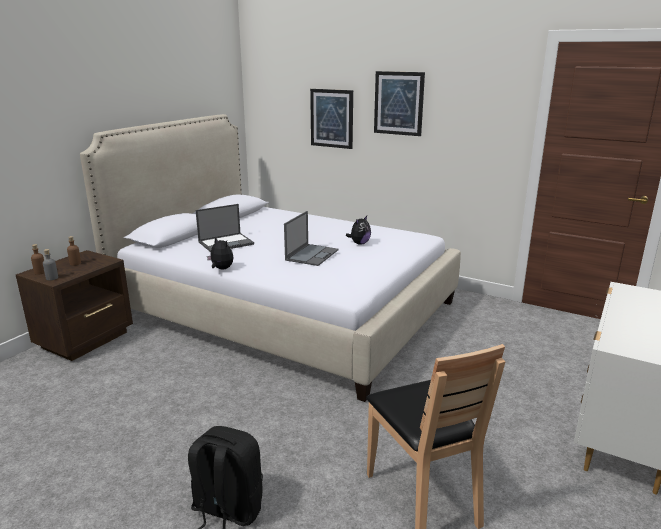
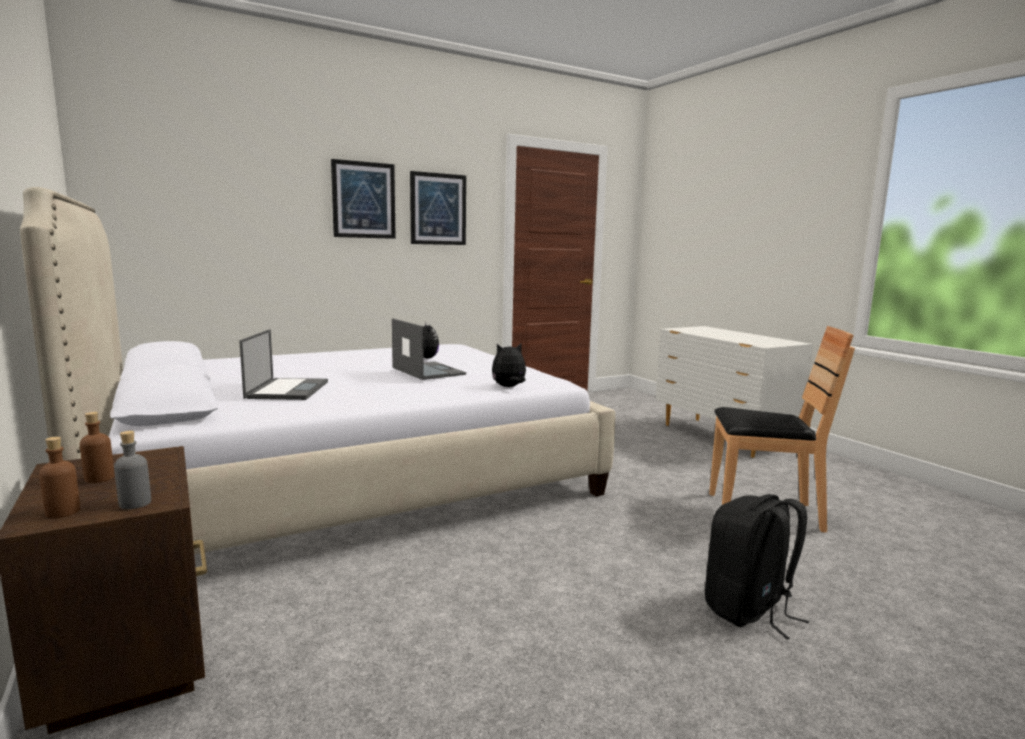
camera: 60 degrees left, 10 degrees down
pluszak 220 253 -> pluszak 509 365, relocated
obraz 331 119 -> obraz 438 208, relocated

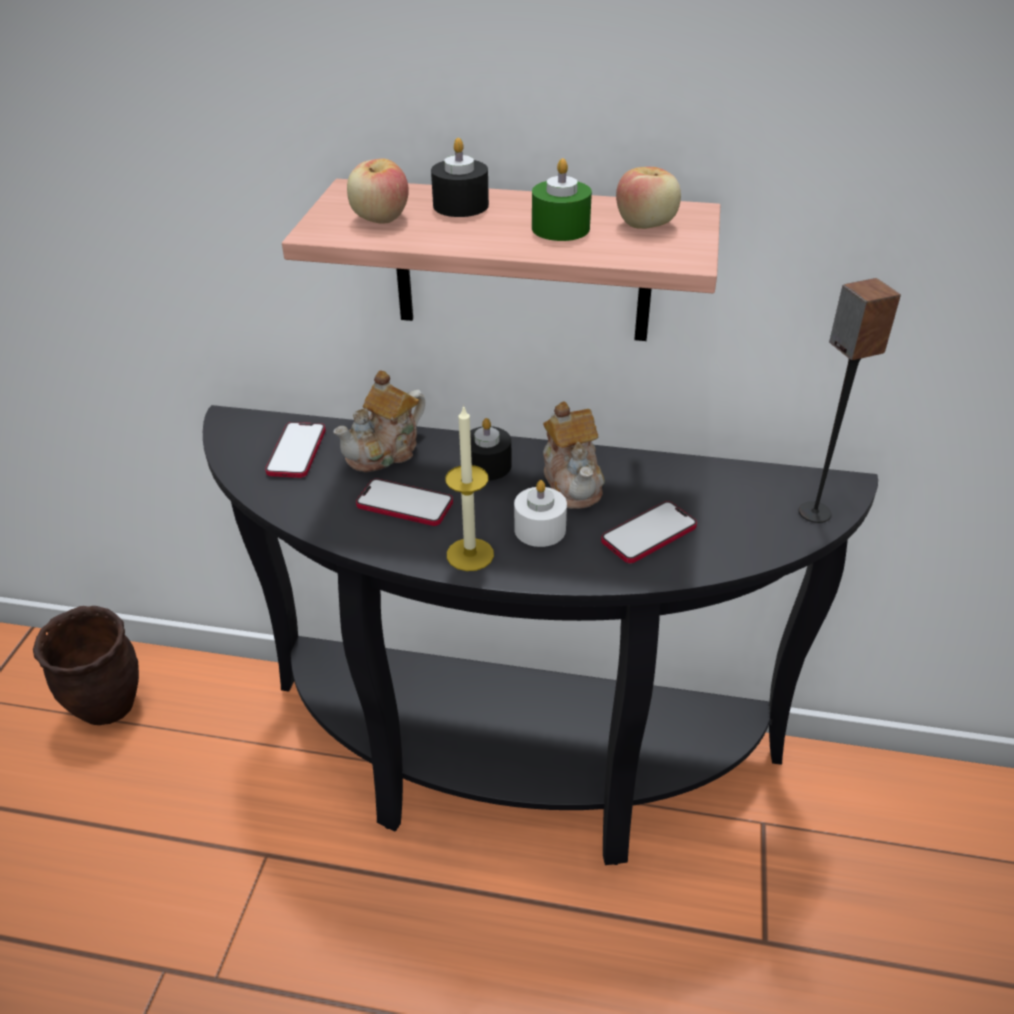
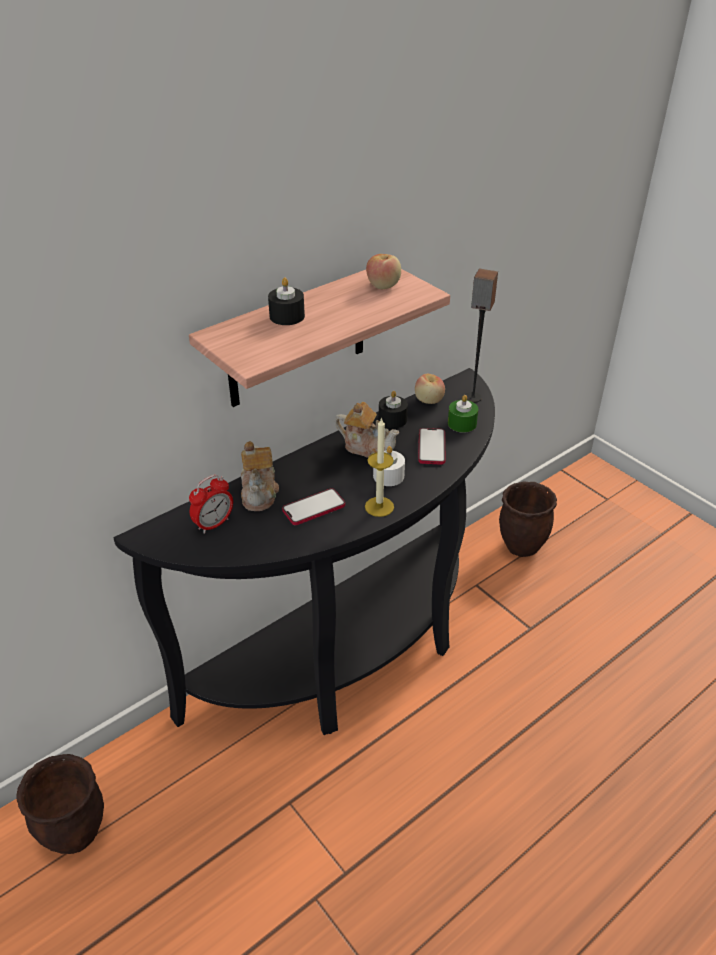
camera: 50 degrees left, 0 degrees up
none -> donica/brązowy 528 519
jabłko 378 191 -> jabłko 430 389, relocated
świeca/czarny 490 449 -> świeca/czarny 393 409, relocated
świeca/zielony 562 199 -> świeca/zielony 463 414, relocated
telefon 295 450 -> budzik 211 504

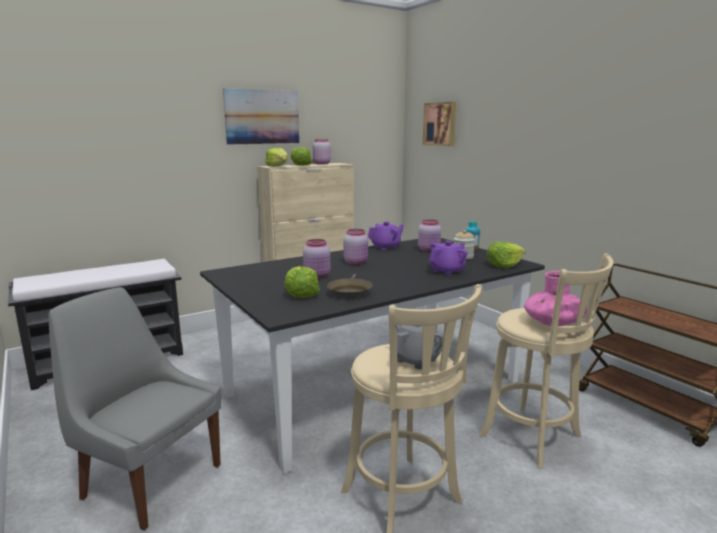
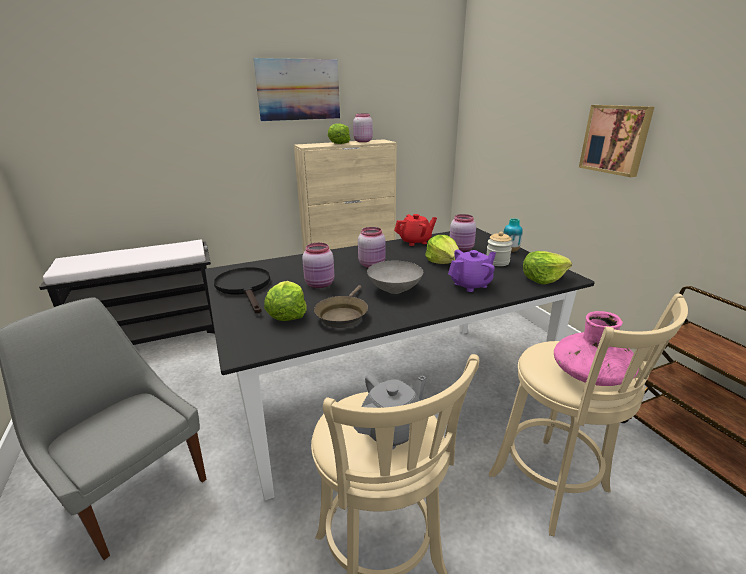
camera: 10 degrees right, 10 degrees up
none -> patelnia/czarny 242 290
none -> miska/szary 395 277
sałata 276 157 -> sałata 442 249, relocated
obraz 439 124 -> obraz 616 141, relocated
imbryk/fioletowy 386 236 -> imbryk/czerwony 415 230

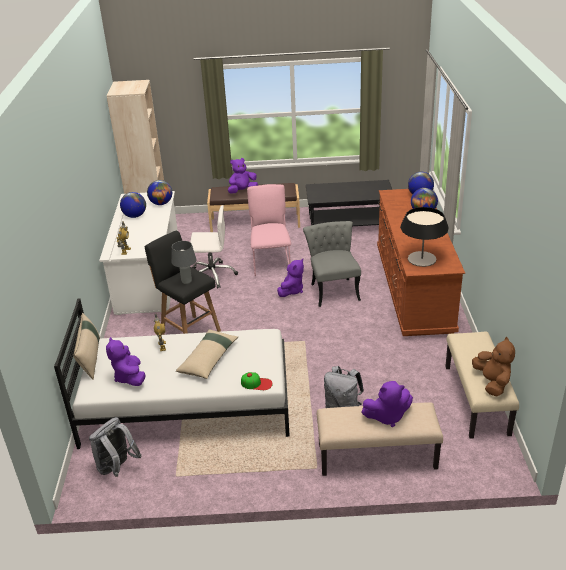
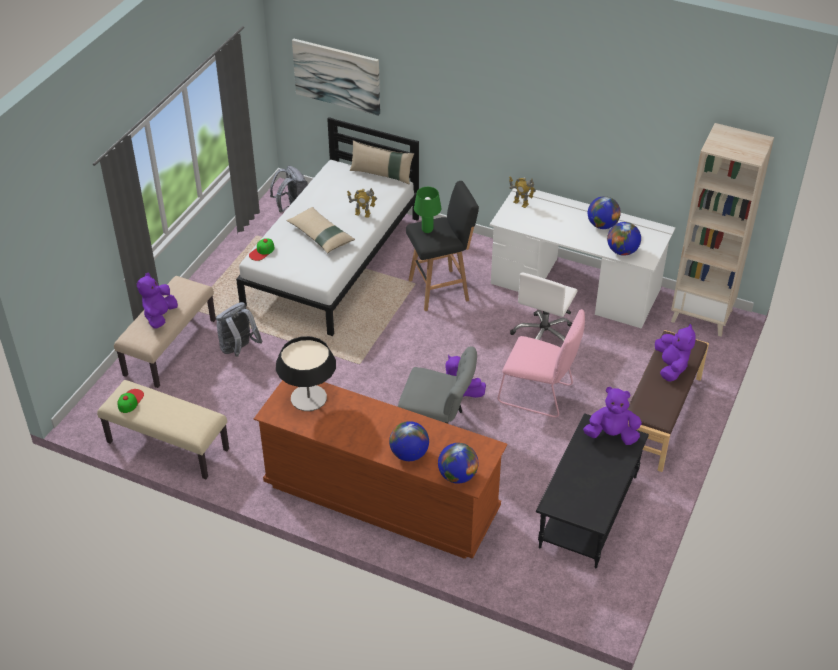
camera: 115 degrees right, 10 degrees up
none -> obraz 336 77
pluszak/fioletowy 126 361 -> pluszak/fioletowy 612 416, relocated
pluszak/brązowy 493 366 -> czapka z daszkiem 130 401
lampa stołowa/szary 183 262 -> lampa stołowa/zielony 427 210

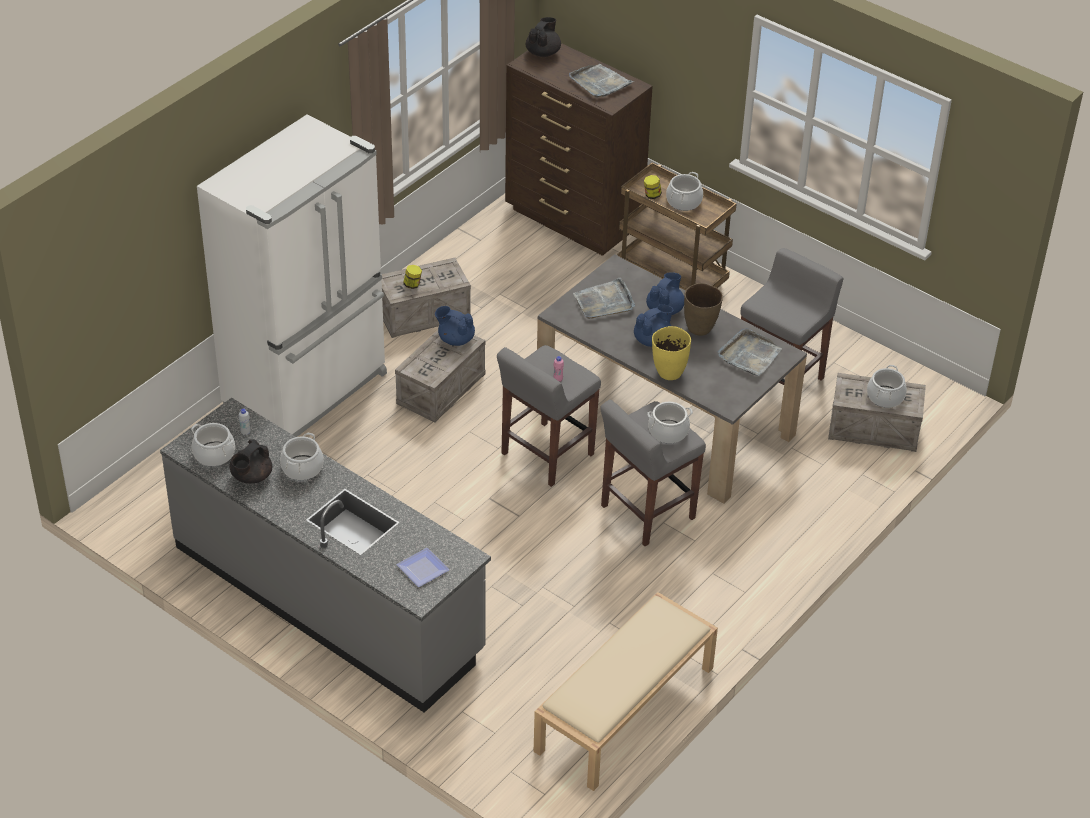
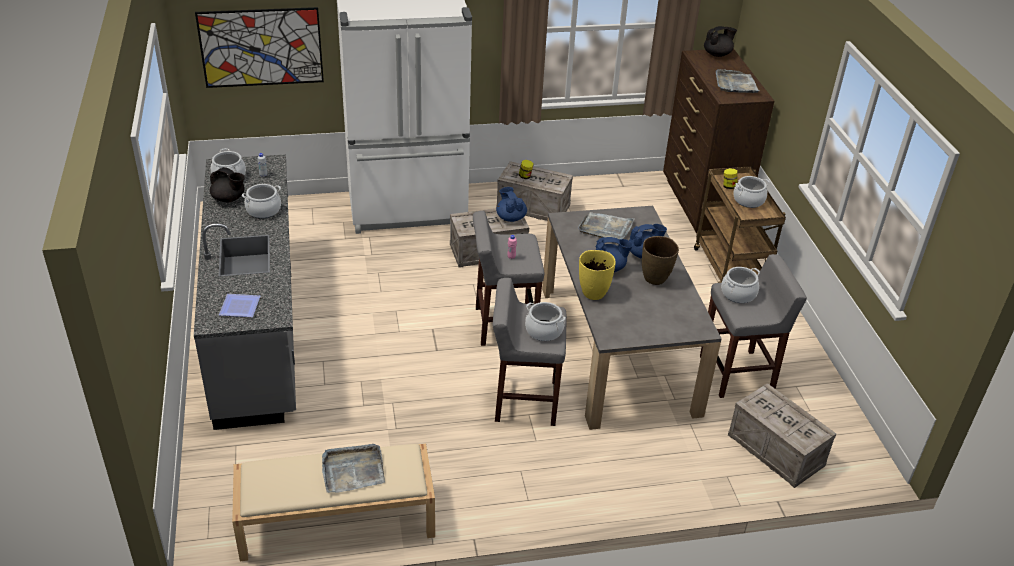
camera: 40 degrees right, 5 degrees down
none -> obraz 259 47
taca/szary 749 352 -> taca/szary 353 468, relocated
garnek 887 386 -> garnek 740 285, relocated
imbryk/czarny 251 461 -> imbryk/czarny 227 184, 135 degrees counterclockwise

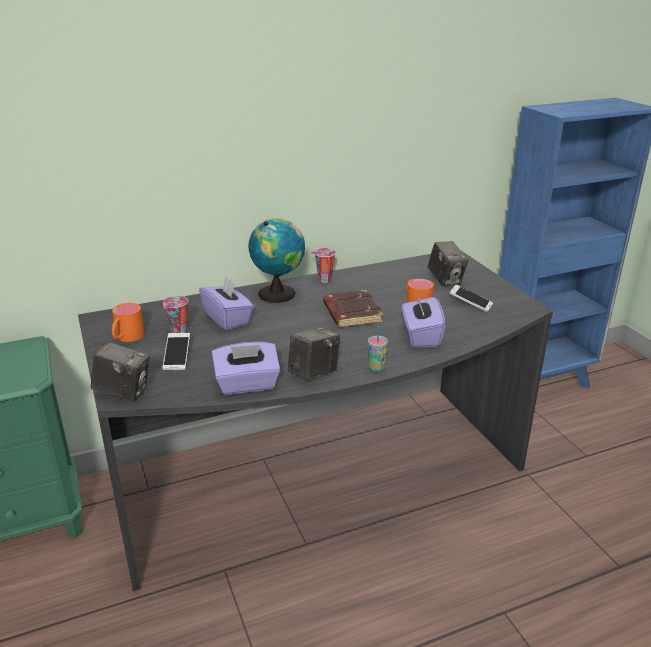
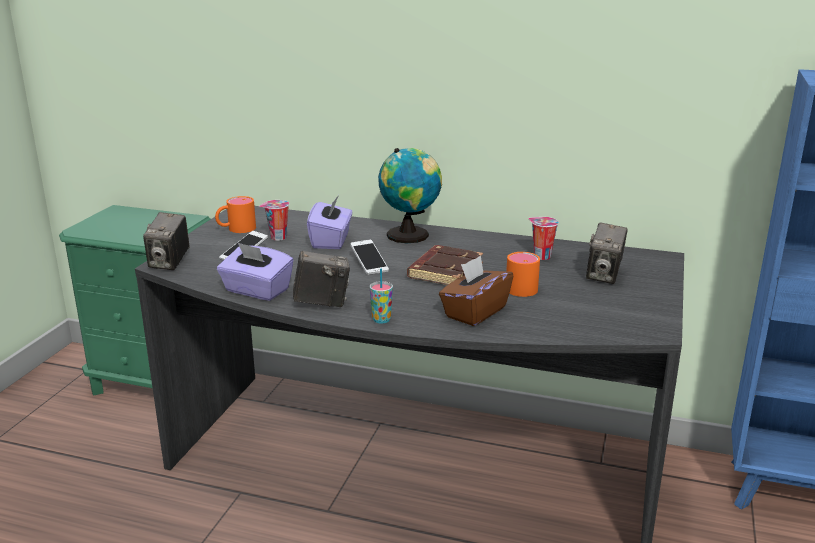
camera: 40 degrees right, 5 degrees down
filiżanka 323 265 -> filiżanka 543 238, relocated
telefon 471 298 -> telefon 369 257, relocated
pudełko chusteczek/fioletowy 424 319 -> pudełko chusteczek/brązowy 476 290
aparat fotograficzny 120 371 -> aparat fotograficzny 166 241, 45 degrees clockwise

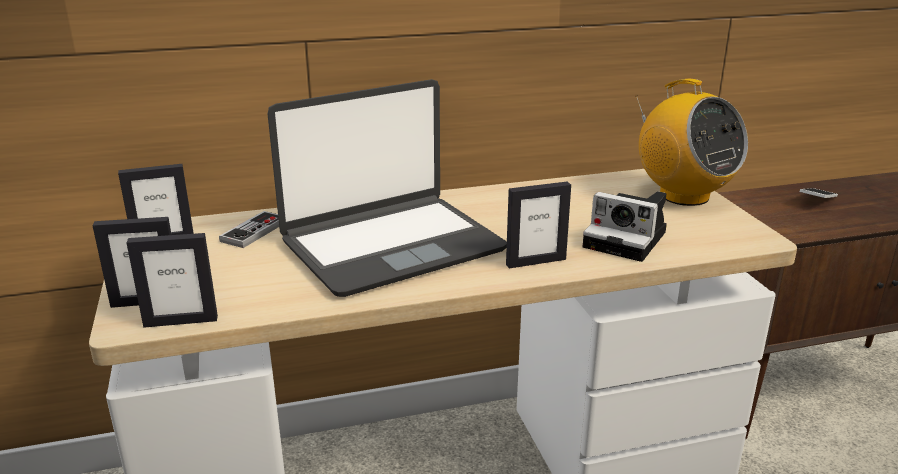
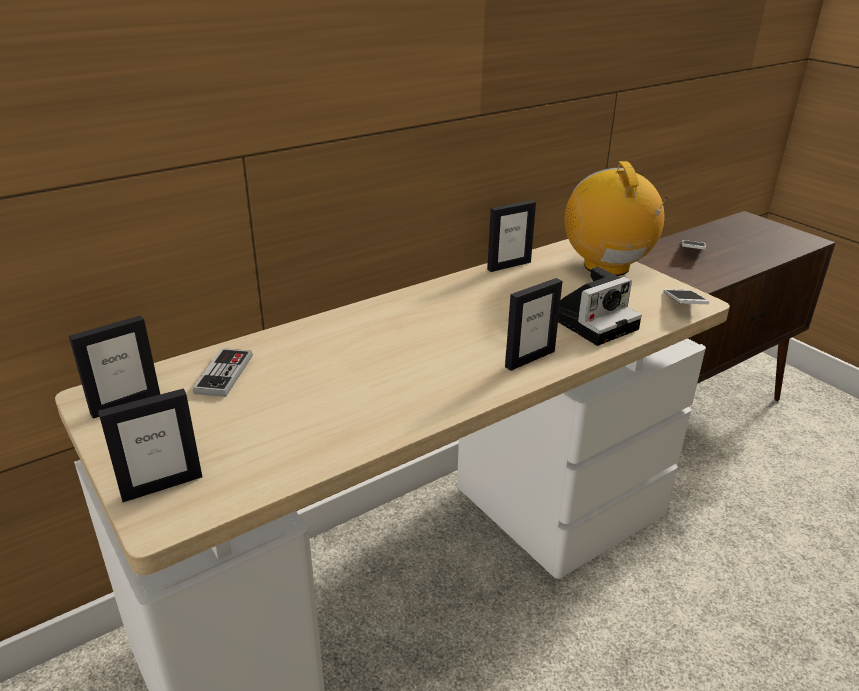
camera: 20 degrees left, 5 degrees up
laptop 387 188 -> none
none -> telefon 686 296
ramka na zdjęcie 172 280 -> ramka na zdjęcie 511 236, relocated
aparat fotograficzny 625 226 -> aparat fotograficzny 600 306, 45 degrees counterclockwise
radio 692 142 -> radio 616 218, 135 degrees counterclockwise

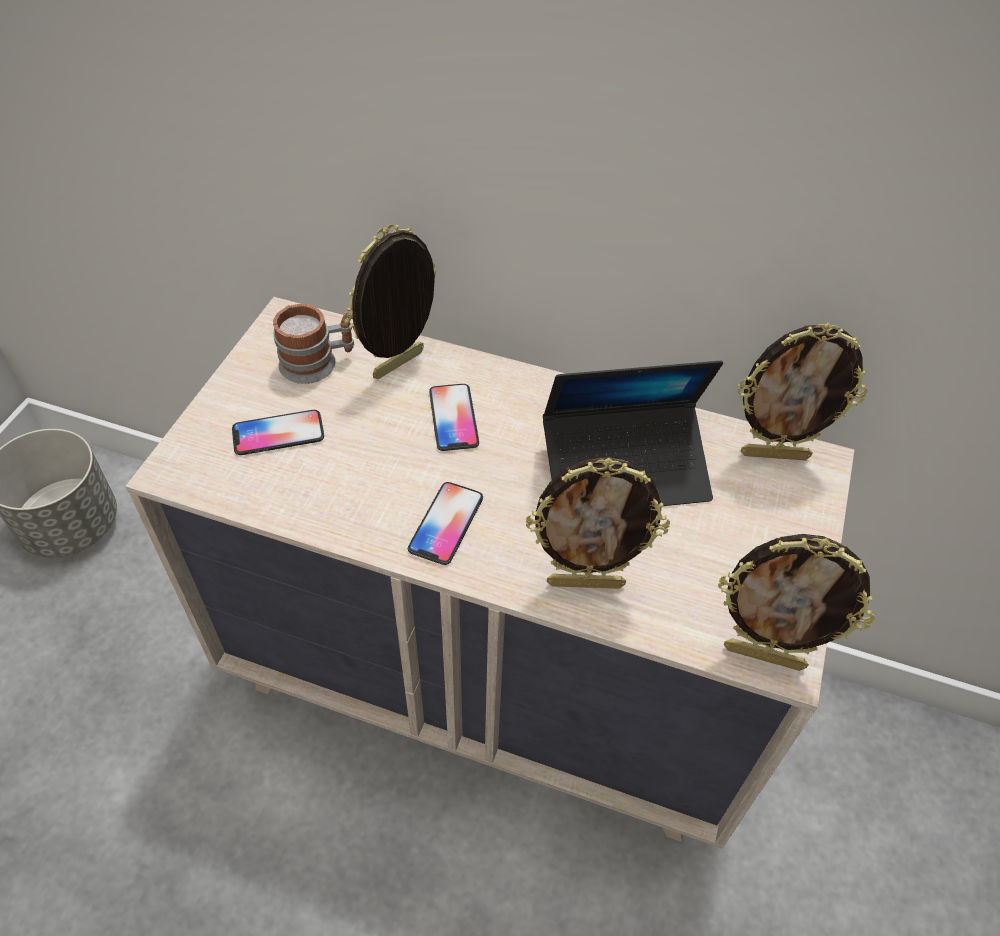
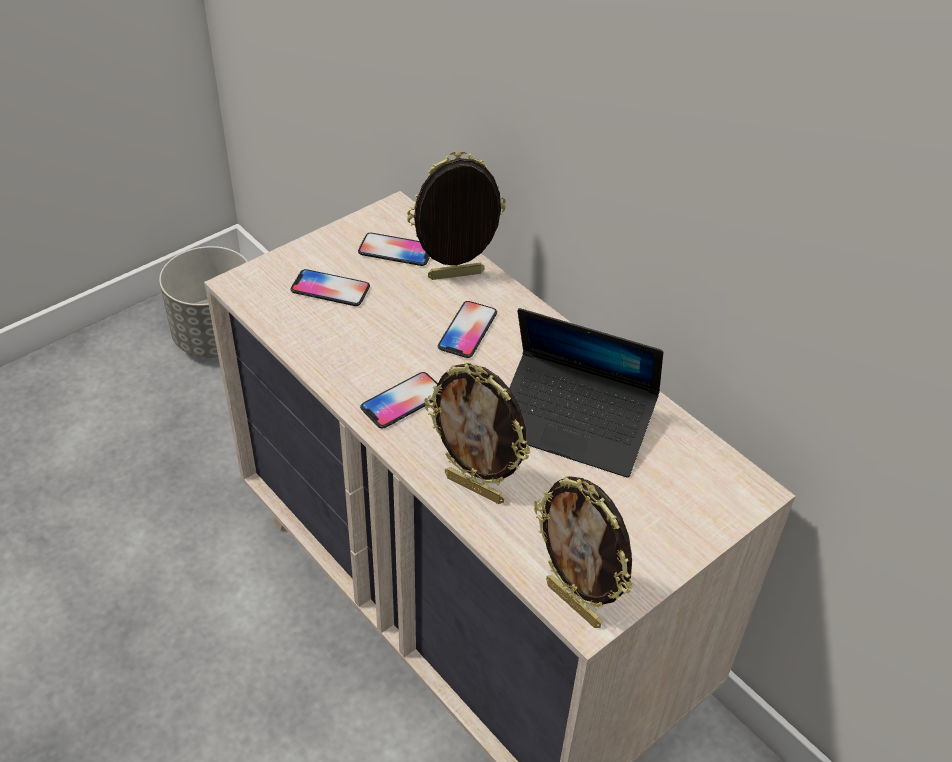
camera: 30 degrees right, 5 degrees down
ramka na zdjęcie 802 391 -> none
kubek 313 344 -> telefon 394 249

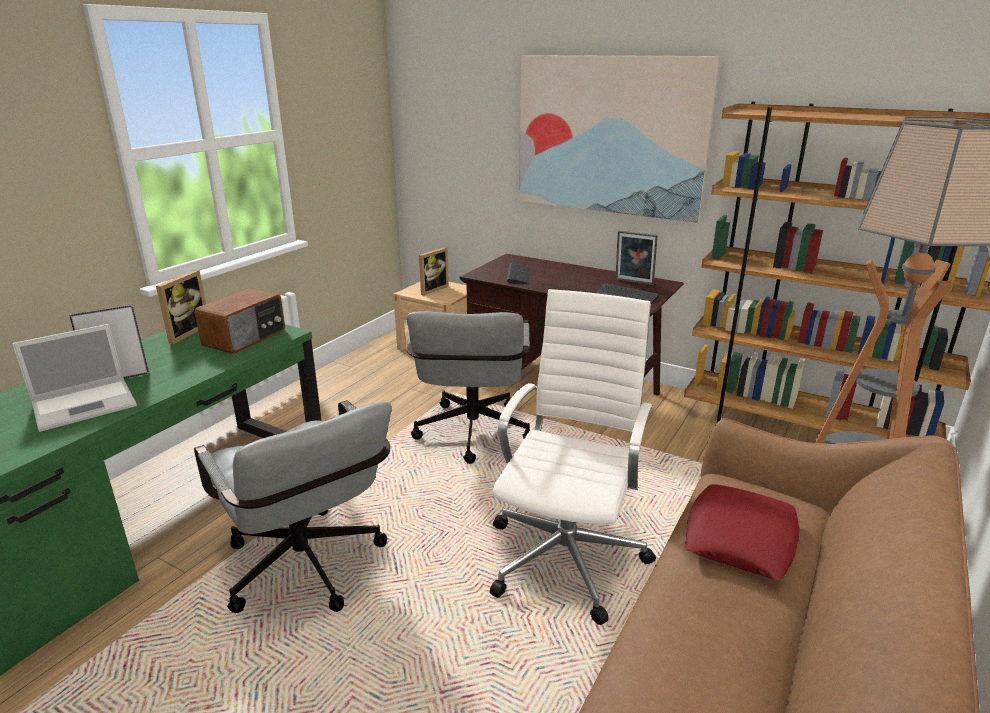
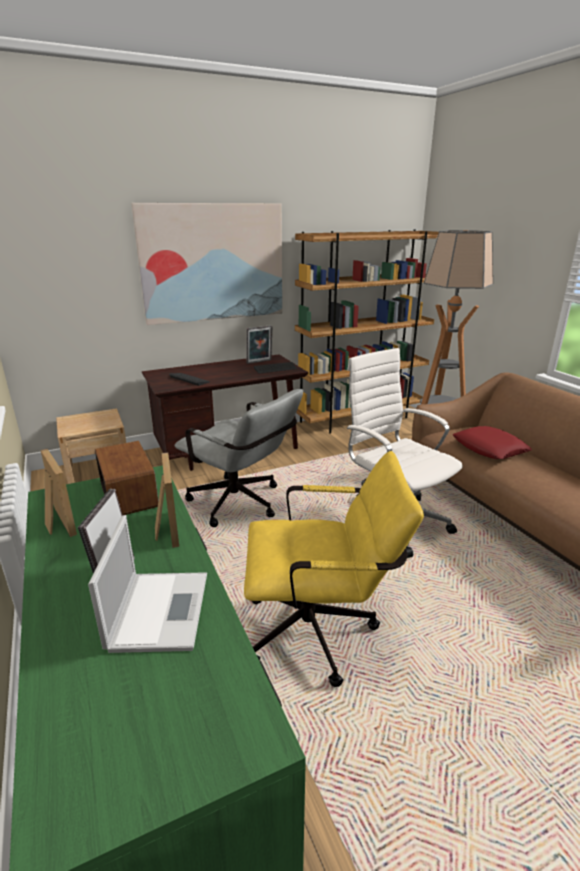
camera: 55 degrees left, 0 degrees up
ramka na zdjęcie 434 271 -> ramka na zdjęcie 167 500, relocated
krzesło biurowe/szary 293 506 -> krzesło biurowe/żółty 334 569

